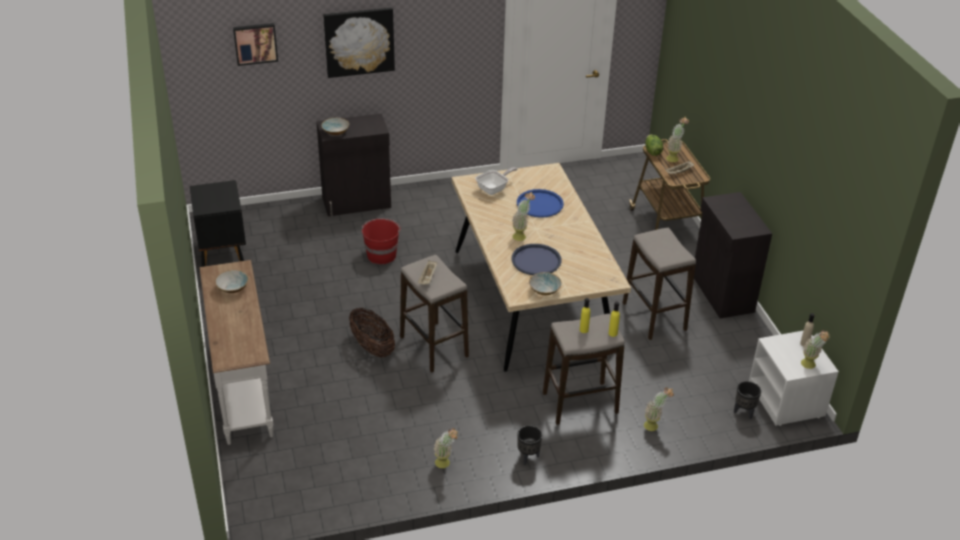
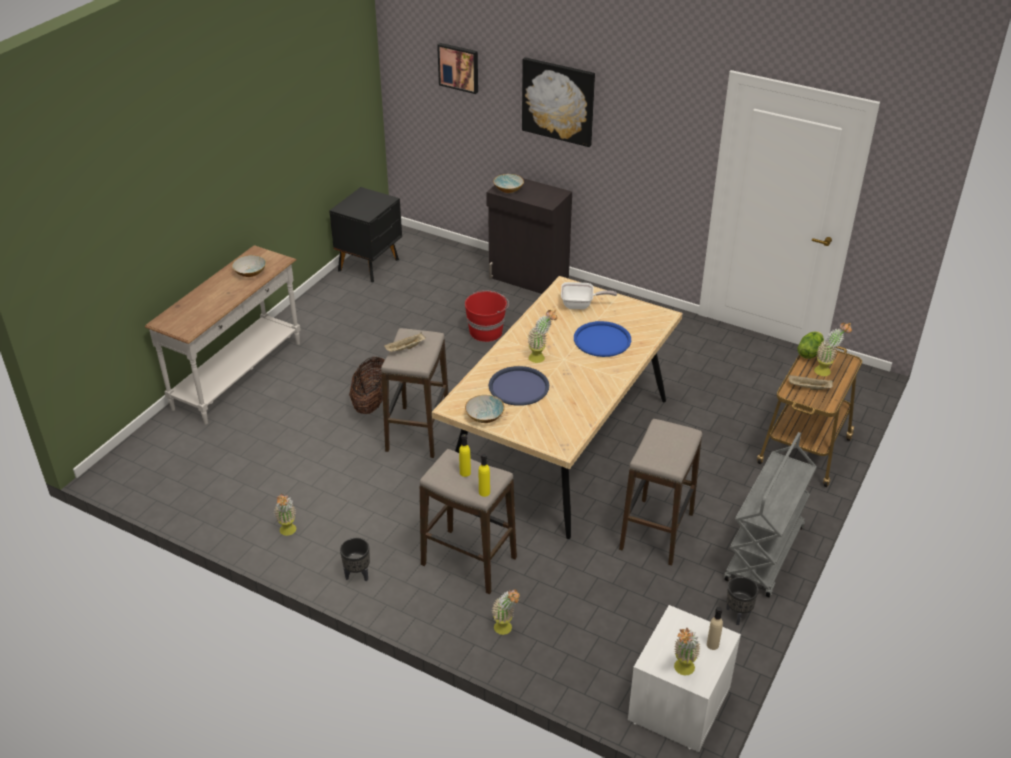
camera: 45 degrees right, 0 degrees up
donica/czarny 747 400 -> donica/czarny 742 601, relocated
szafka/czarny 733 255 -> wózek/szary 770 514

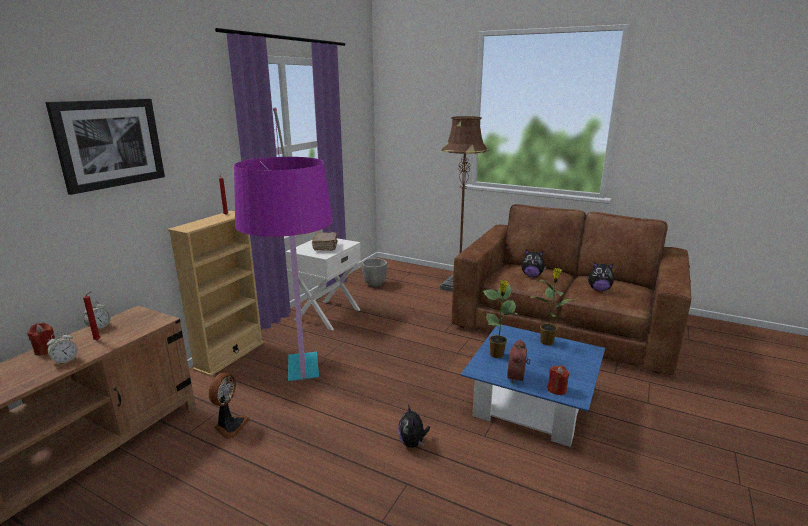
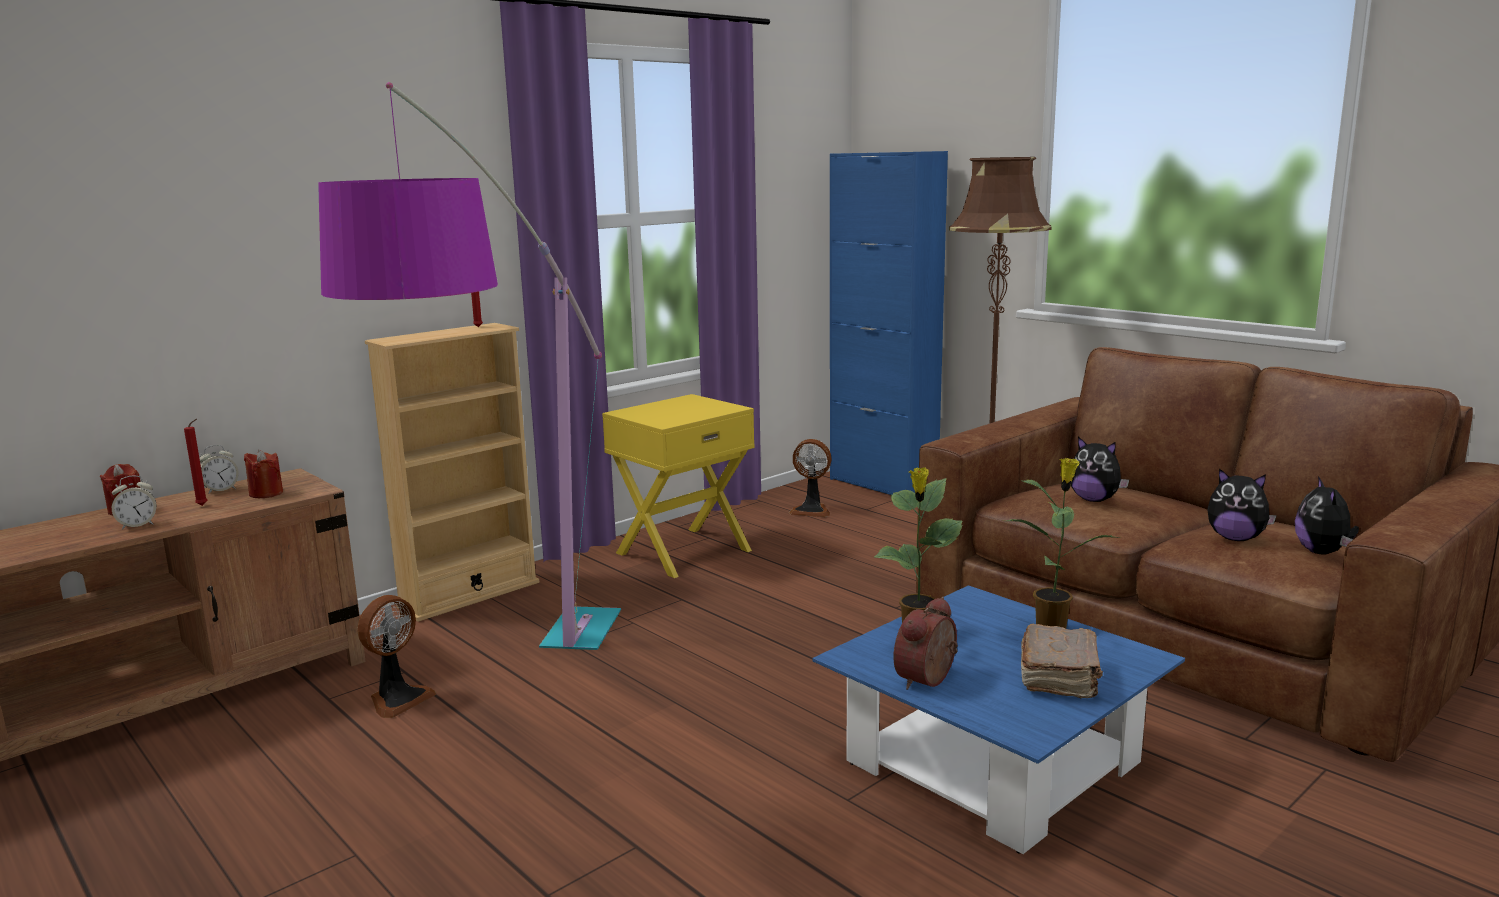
camera: 20 degrees right, 5 degrees down
obraz 105 147 -> none
none -> szafka/niebieski 889 323
książka/brązowy 324 241 -> książka/brązowy 1062 661, relocated
pluszak 414 426 -> pluszak 1327 515, relocated
świeca/czerwony 558 380 -> świeca/czerwony 263 474, relocated
donica 374 272 -> wentylator 810 478
szafka nocna/biały 323 284 -> szafka nocna/żółty 678 486

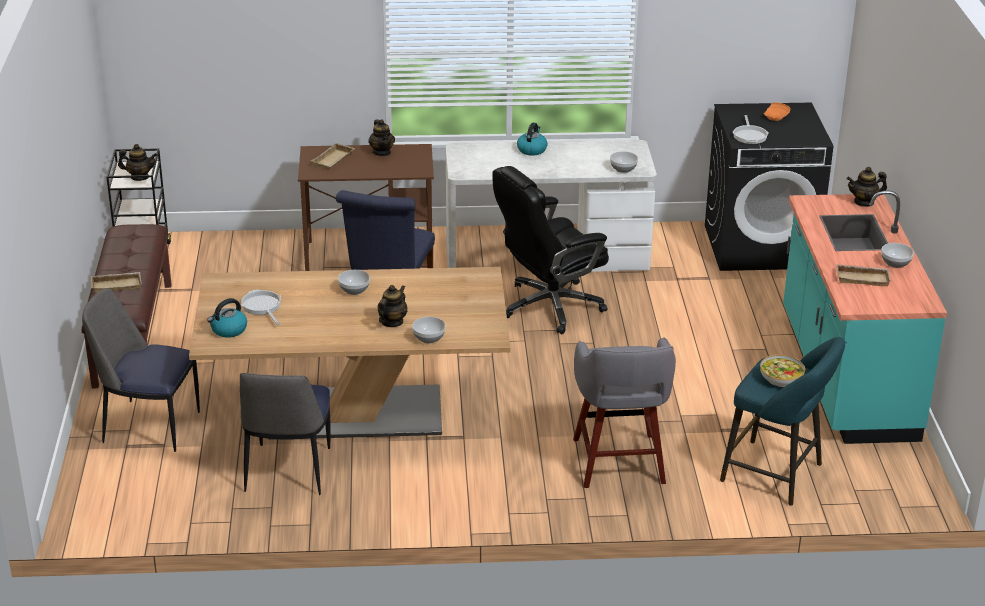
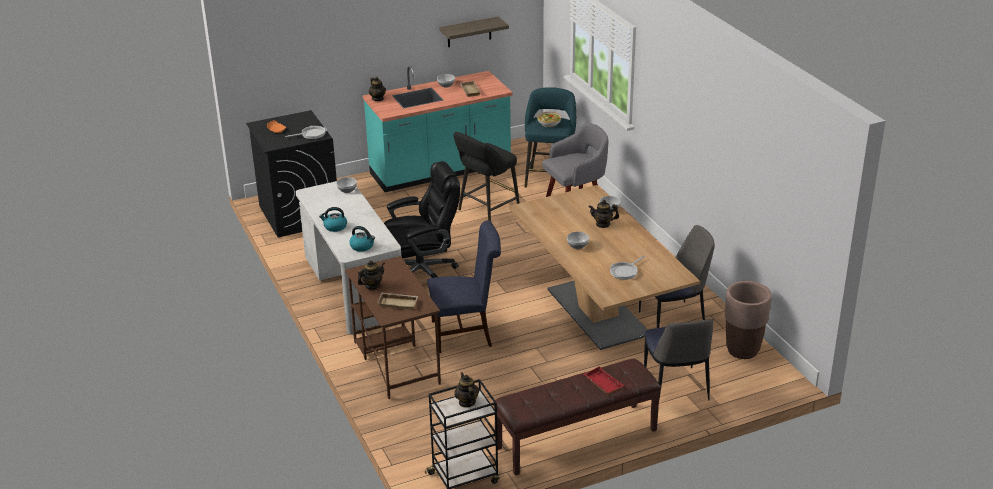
camera: 110 degrees left, 0 degrees up
none -> półka 474 32
none -> stołek/czarny 487 176
none -> donica/brązowy 748 320
czajnik 227 318 -> czajnik 362 239, relocated
taca/beżowy 116 282 -> taca/czerwony 604 380
krzesło biurowe/czarny 551 250 -> krzesło biurowe/czarny 422 219, 60 degrees counterclockwise

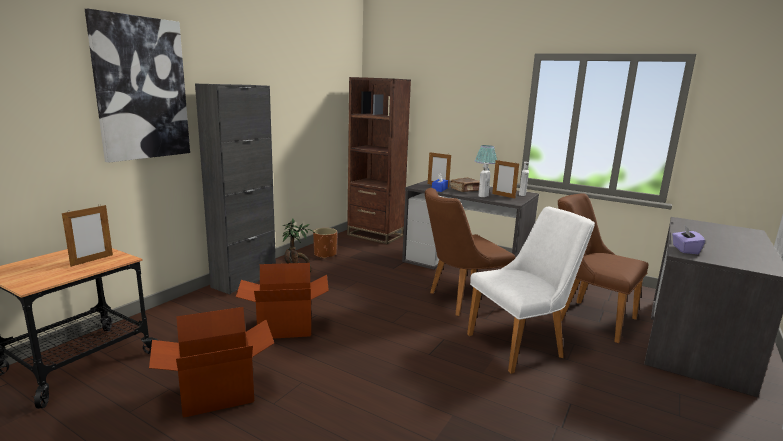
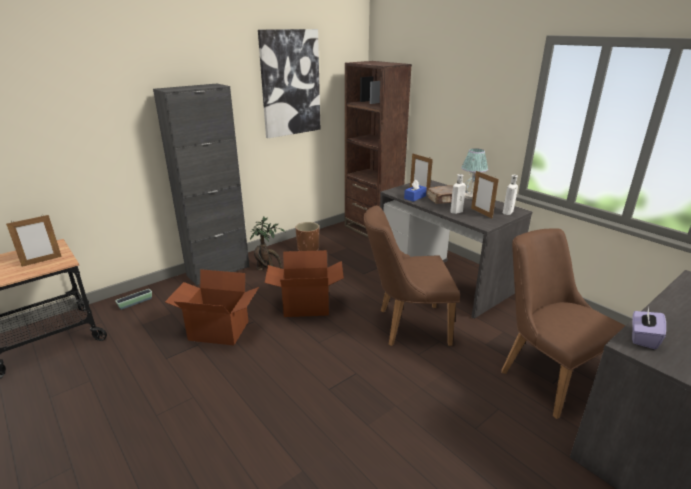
camera: 20 degrees right, 10 degrees up
krzesło/biały 531 290 -> none
none -> donica 133 299
obraz 137 86 -> obraz 289 83, relocated
karton 211 362 -> karton 304 283, relocated

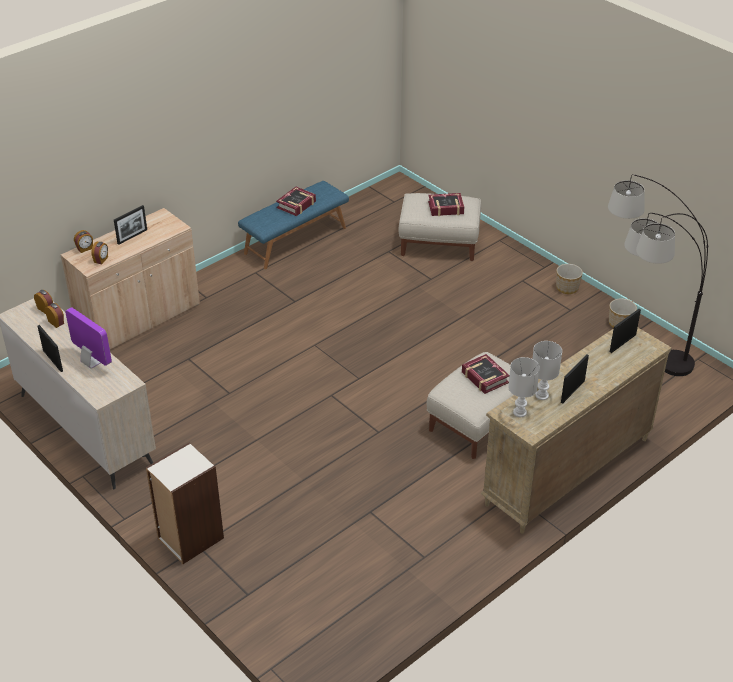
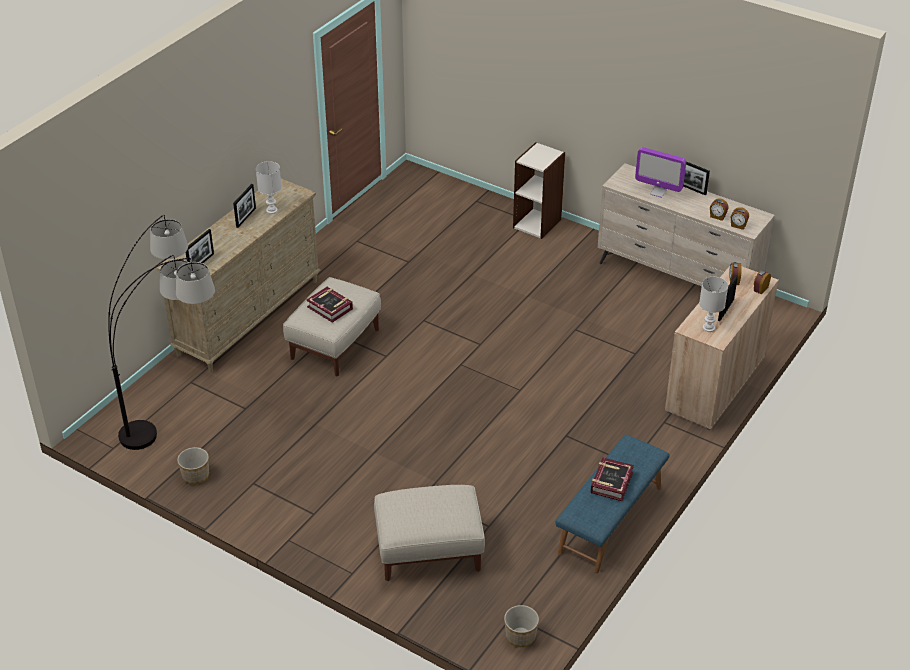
camera: 165 degrees right, 0 degrees up
książka 446 204 -> none
lampa stołowa/biały 524 387 -> lampa stołowa/biały 713 304, relocated
donica 569 279 -> donica 521 626, relocated

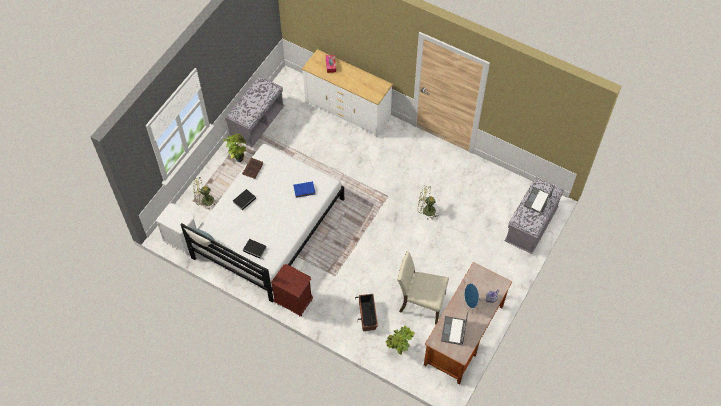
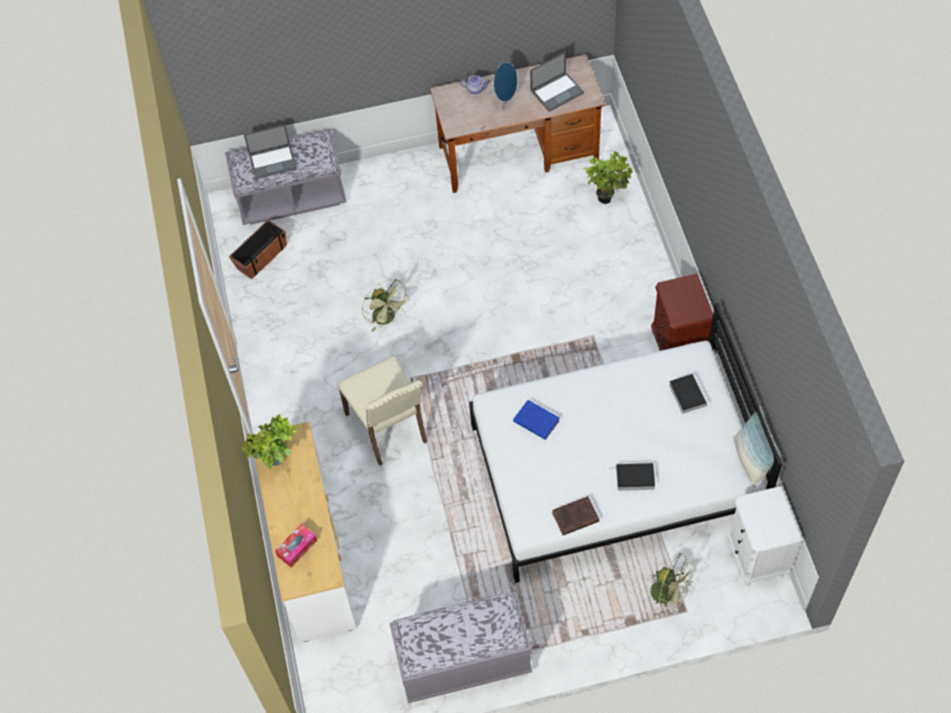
camera: 130 degrees left, 0 degrees up
roślina doniczkowa 234 147 -> roślina doniczkowa 270 441, relocated
donica 366 312 -> donica 258 249, relocated
krzesło/beżowy 423 287 -> krzesło/beżowy 382 410, relocated

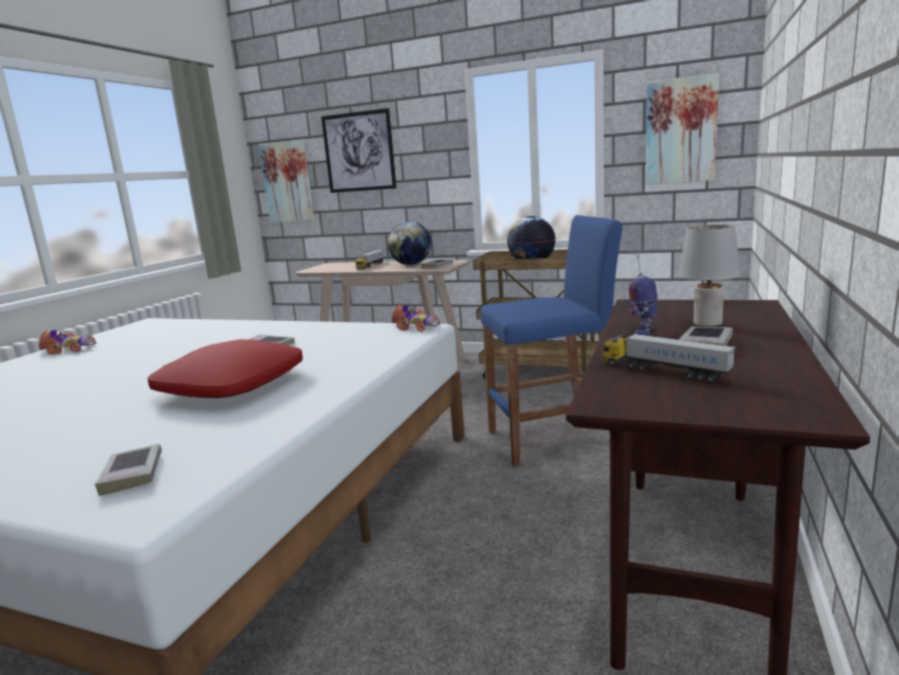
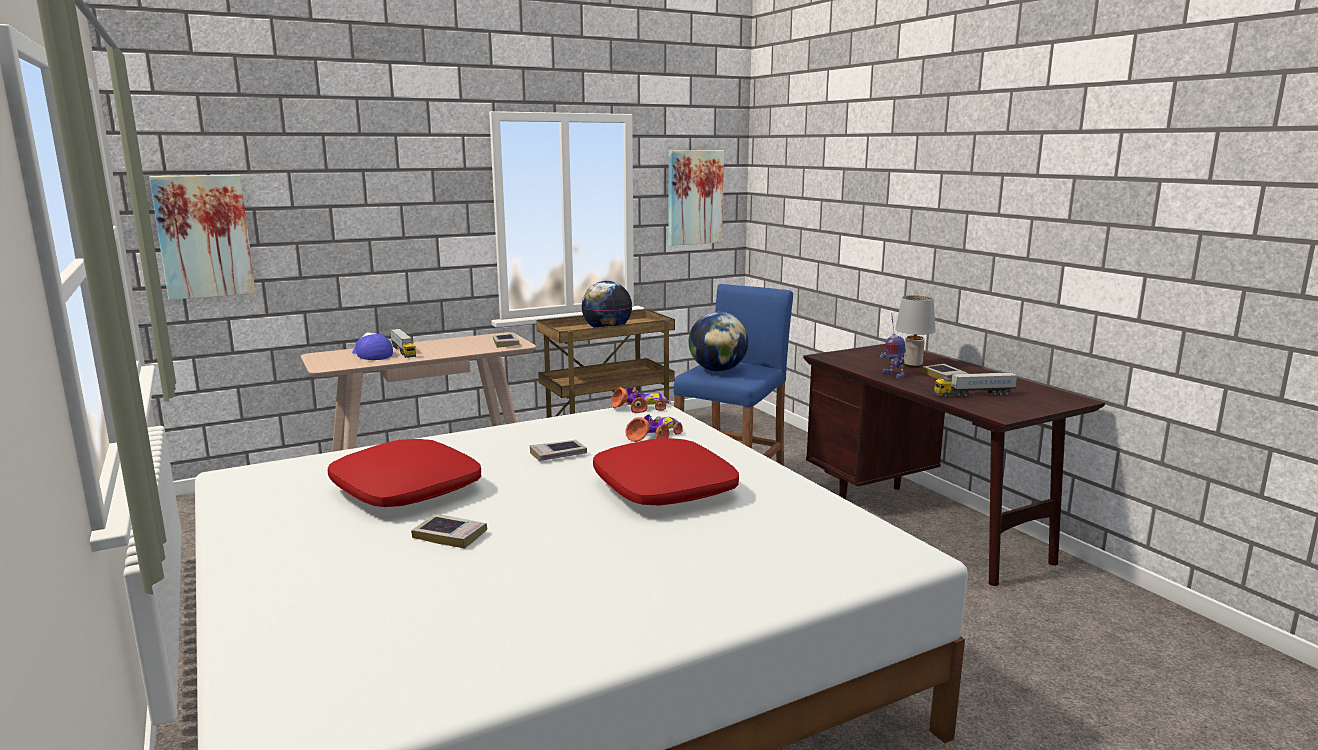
camera: 50 degrees left, 0 degrees up
obraz 359 150 -> none
none -> poduszka/czerwony 404 473
none -> czapka z daszkiem 372 346
samochodzik 68 342 -> samochodzik 654 428, relocated
książka 128 470 -> książka 449 531, relocated
globus 409 243 -> globus 718 341, relocated

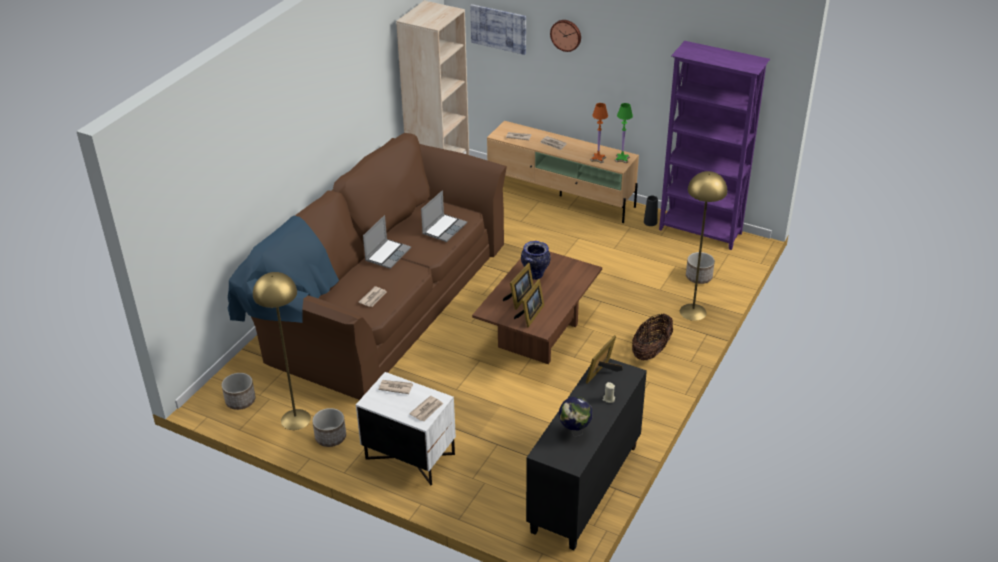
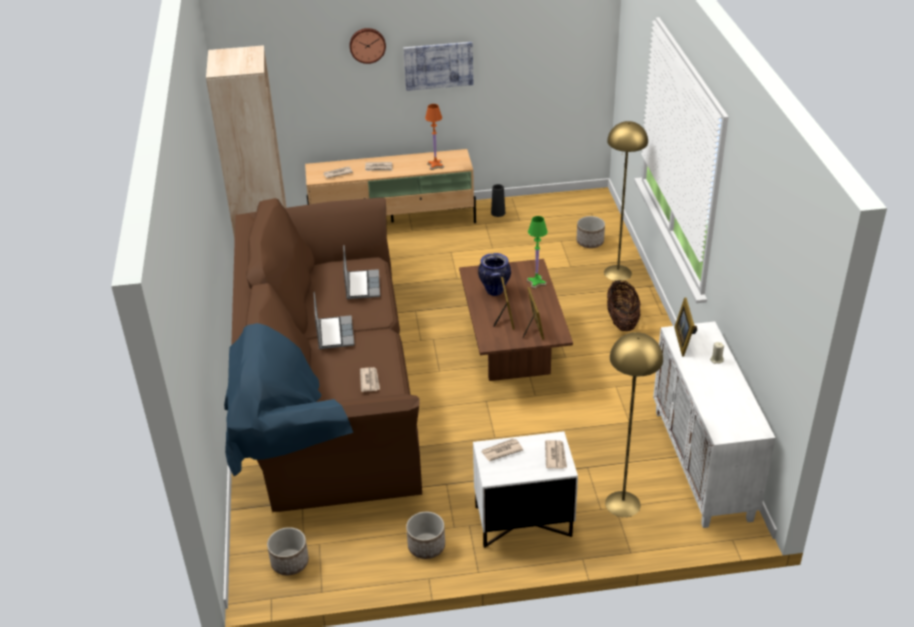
camera: 35 degrees left, 0 degrees up
globus 575 417 -> none
regał/fioletowy 714 145 -> none
lampa stojąca/żółty 282 351 -> lampa stojąca/żółty 634 424, relocated
obraz 498 29 -> obraz 438 66, relocated
lampa stołowa/zielony 623 133 -> lampa stołowa/zielony 537 252, relocated
szafka/czarny 586 454 -> szafka/biały 714 424

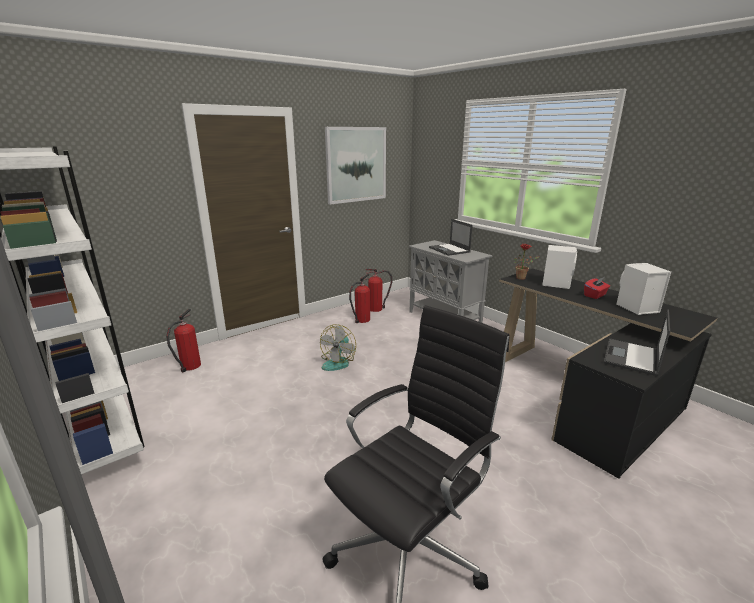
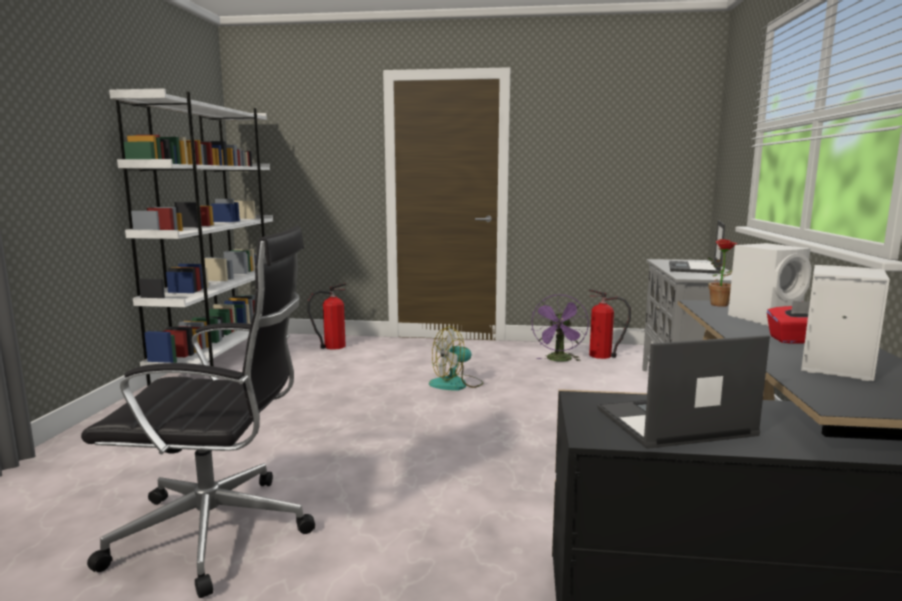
camera: 45 degrees right, 10 degrees down
obraz 355 165 -> none
gaśnica 359 298 -> wentylator/fioletowy 560 328

